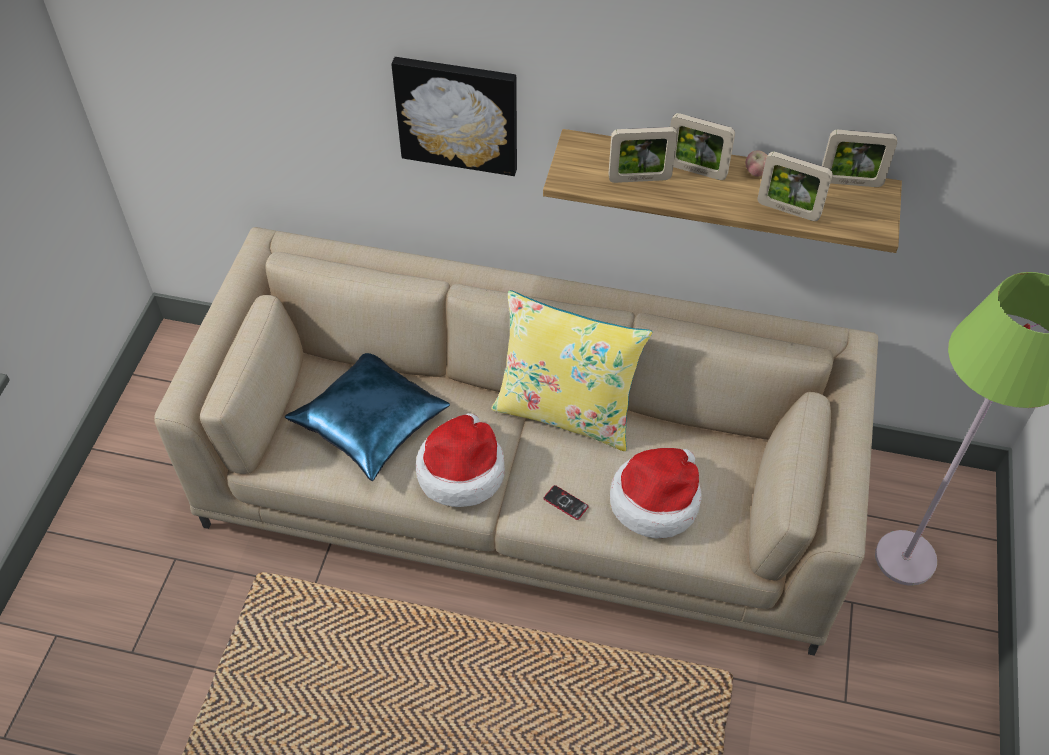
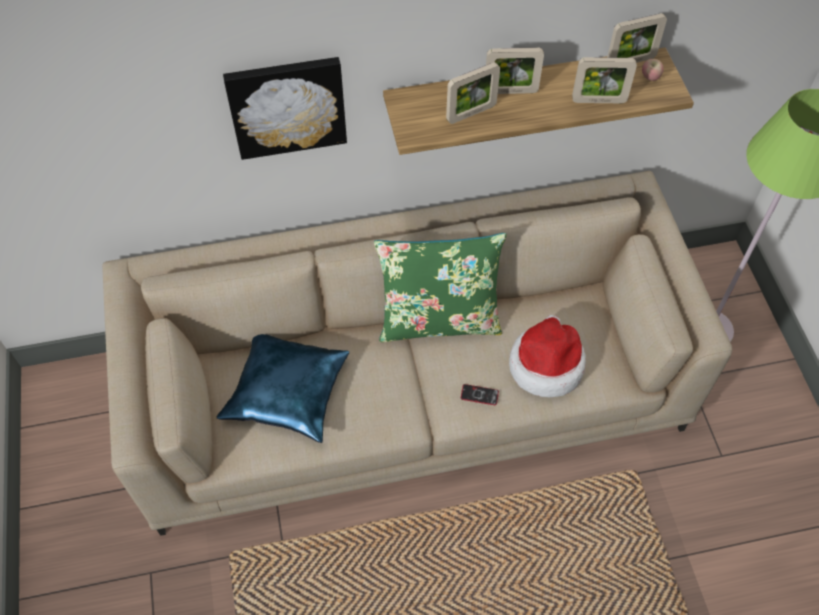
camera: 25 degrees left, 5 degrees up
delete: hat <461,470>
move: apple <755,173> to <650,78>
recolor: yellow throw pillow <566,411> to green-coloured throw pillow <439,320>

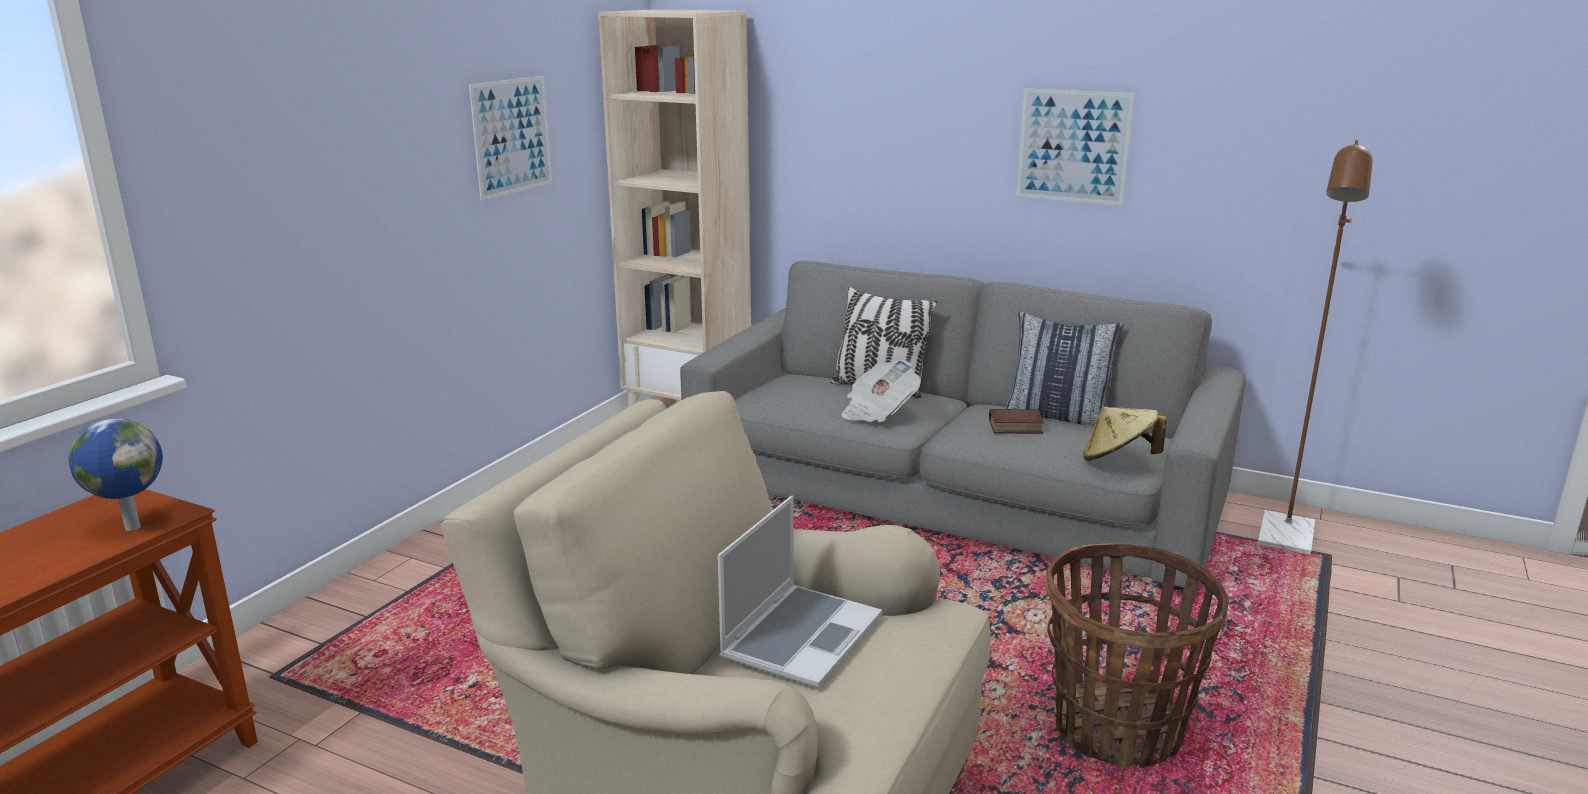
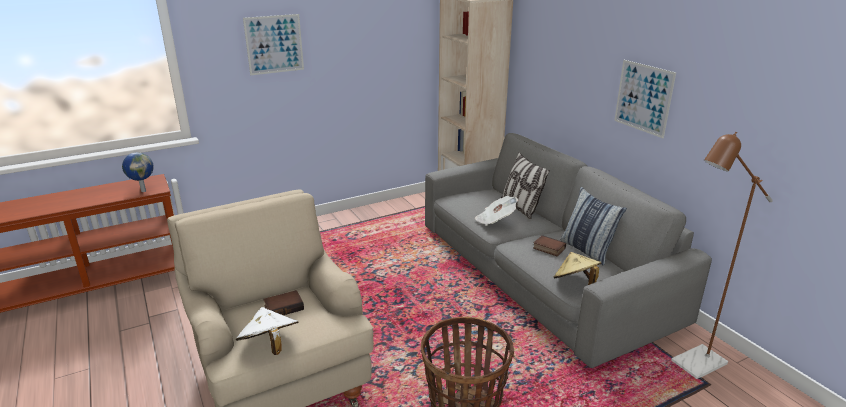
camera: 35 degrees right, 5 degrees up
insert: white hat <269,346>
move: wall picture <512,136> to <274,44>
replace: laptop <801,636> to bound book <284,307>

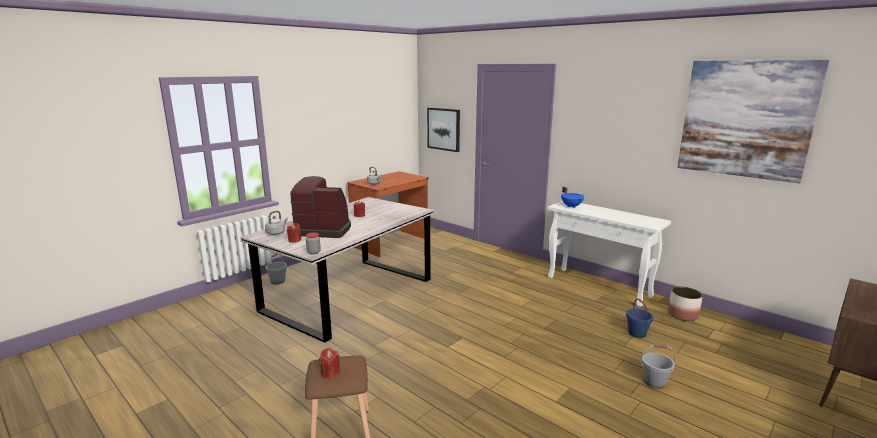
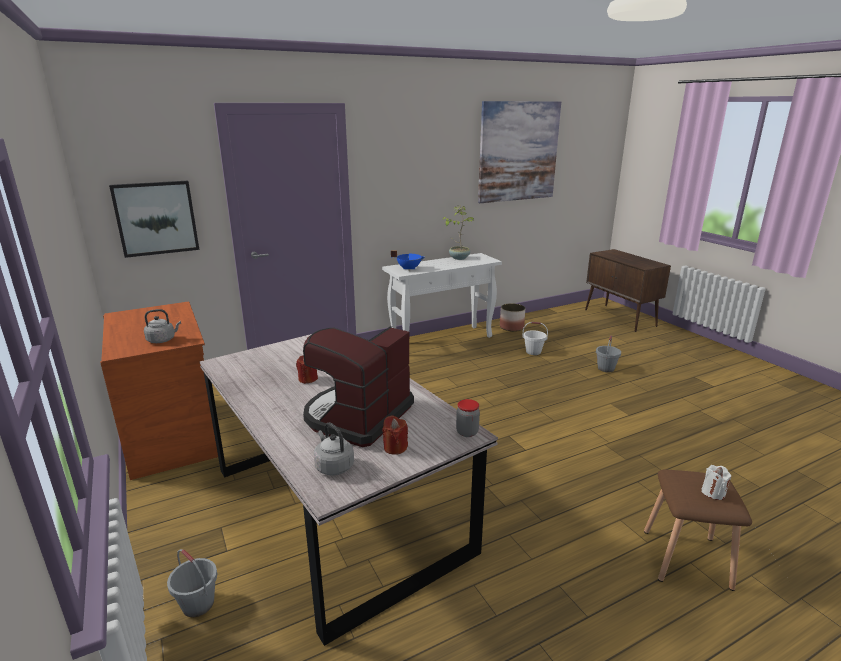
camera: 70 degrees left, 5 degrees up
insert: plant in a pot <459,258>
recolor: bluish pail <637,333> to white pail <533,352>; red candle <330,373> to white candle <713,493>

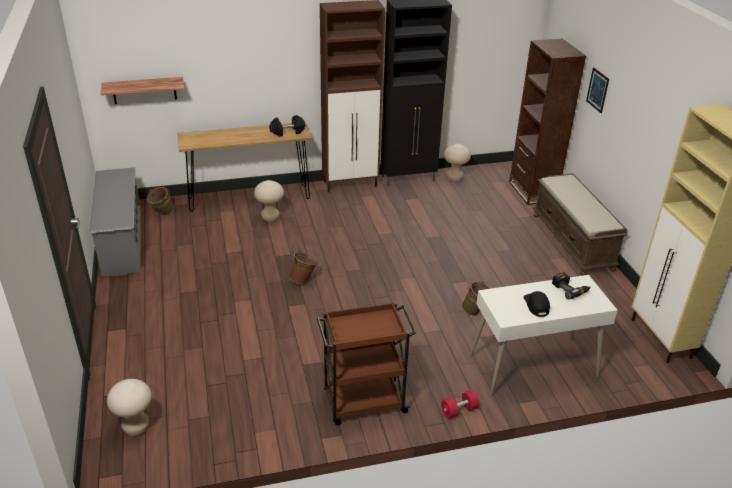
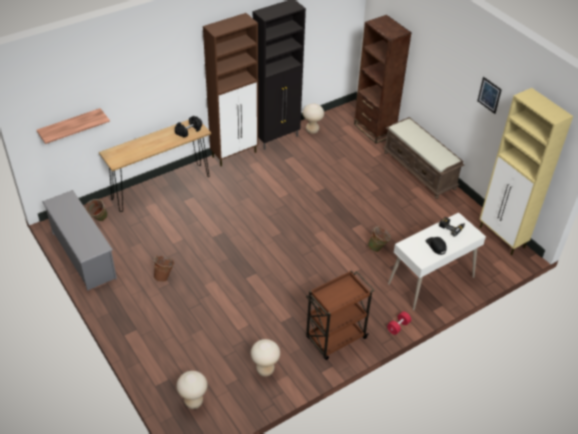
camera: 20 degrees left, 10 degrees up
move: wall picture <597,90> to <489,95>; sand-coloured stool <270,218> to <265,370>; brownish pail <304,280> to <164,276>

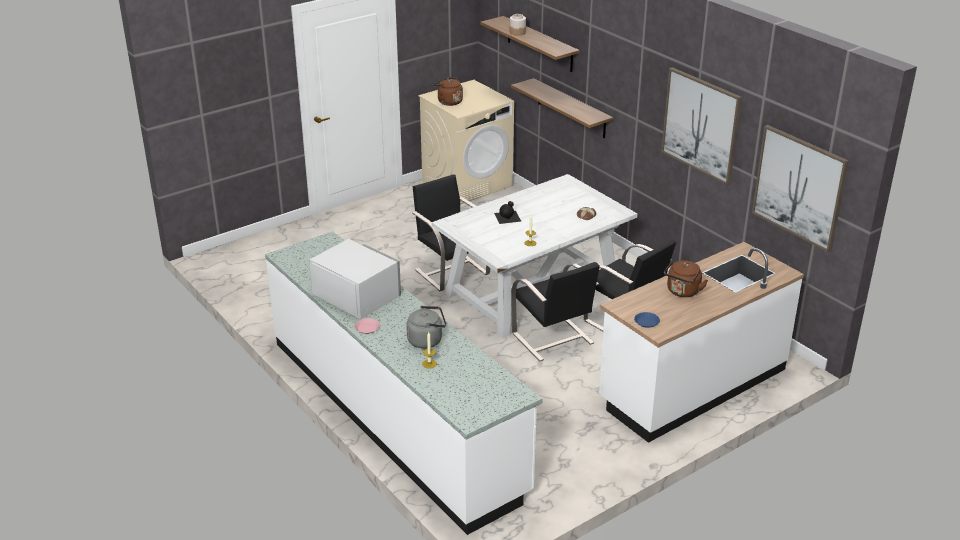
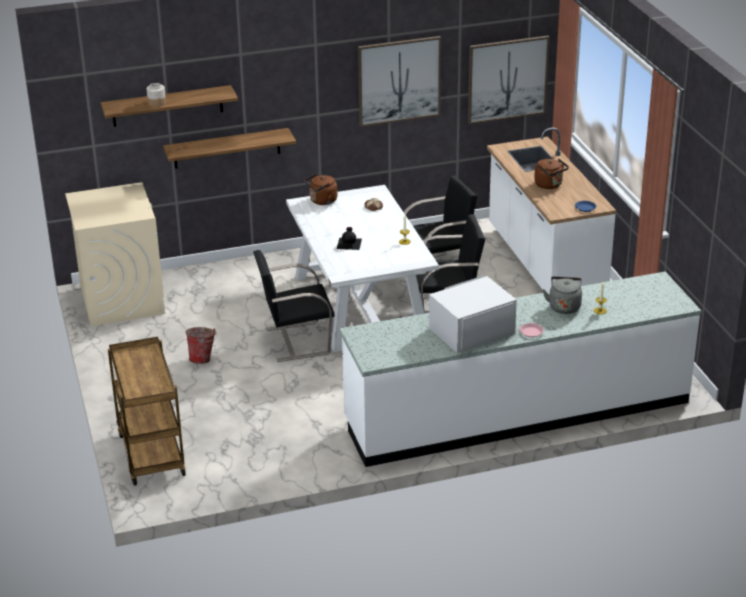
camera: 70 degrees left, 0 degrees up
insert: pail <203,359>; brownish trolley <150,453>
move: brownish water kettle <448,102> to <322,201>

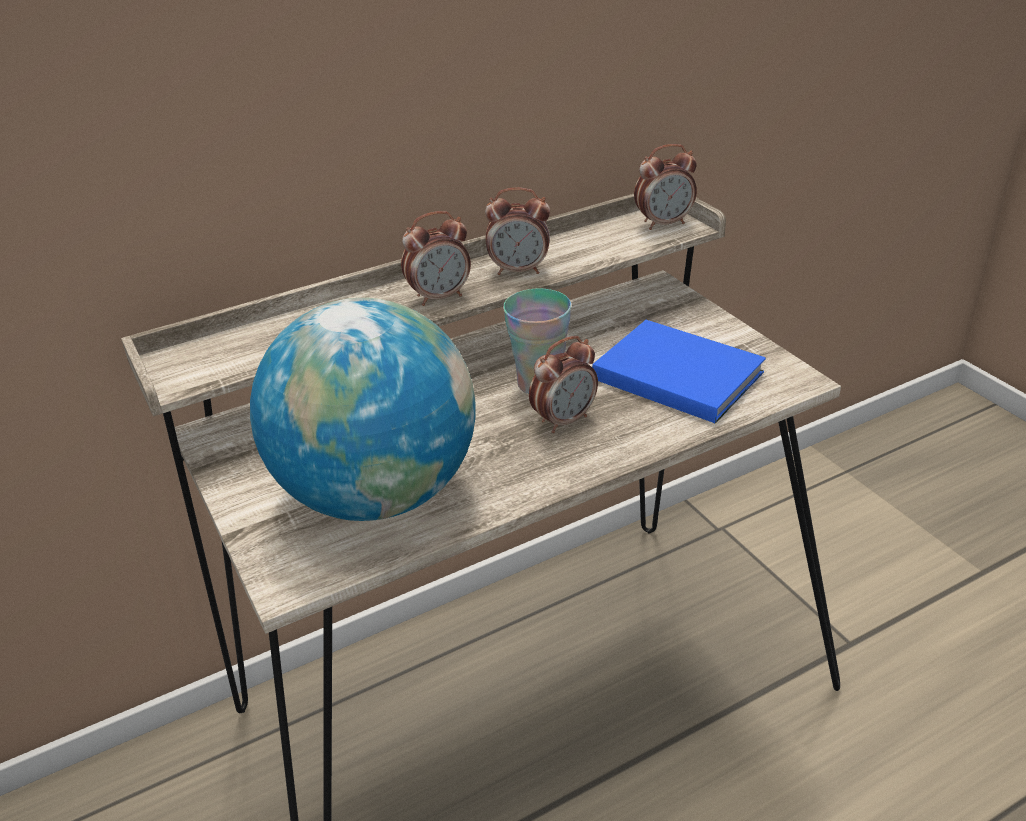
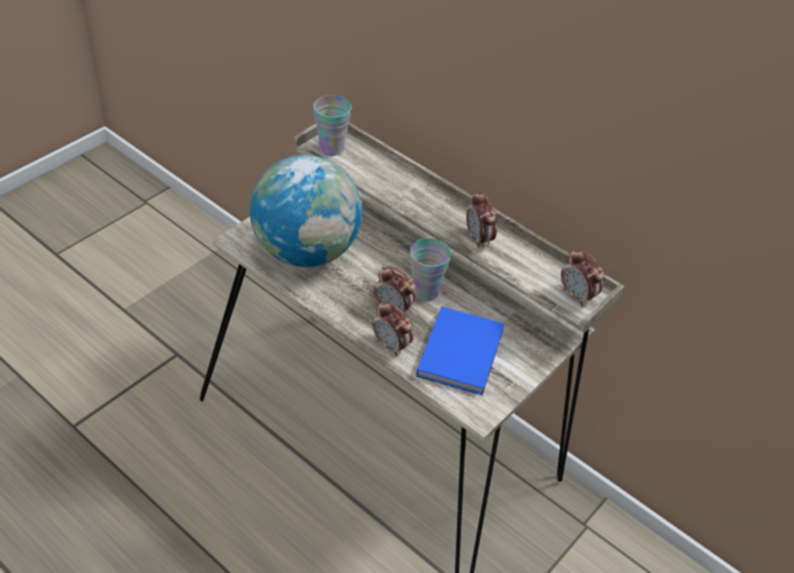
camera: 65 degrees right, 10 degrees up
insert: cup <331,148>
move: alarm clock <439,297> to <391,346>

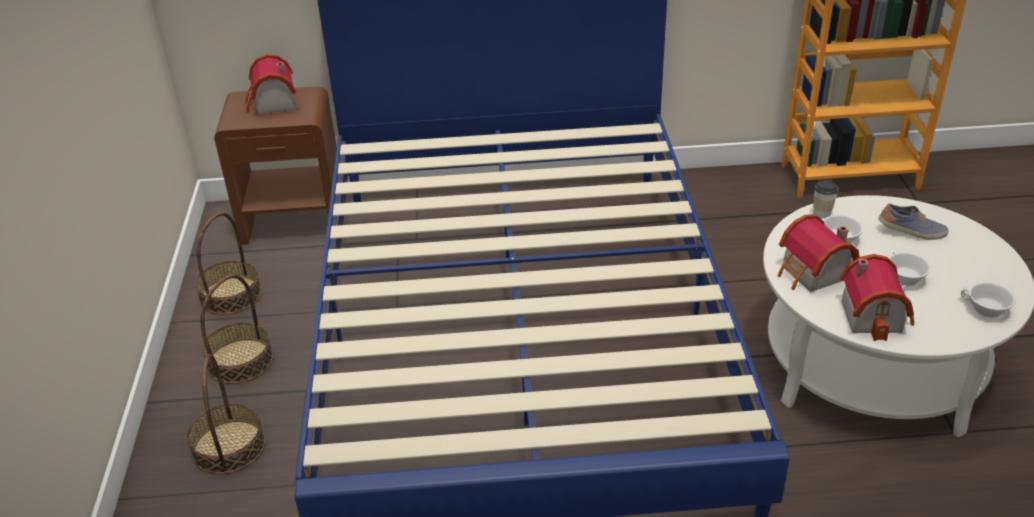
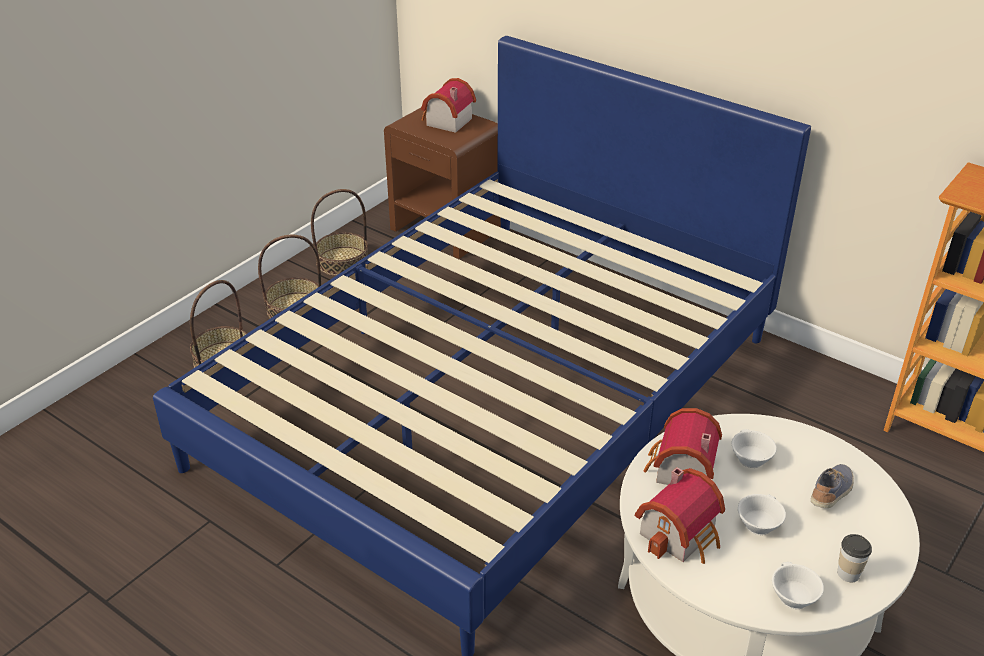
camera: 40 degrees right, 0 degrees up
move: cup <821,214> to <848,573>
rotate: item of footwear <911,232> = <831,493> 105 degrees counterclockwise

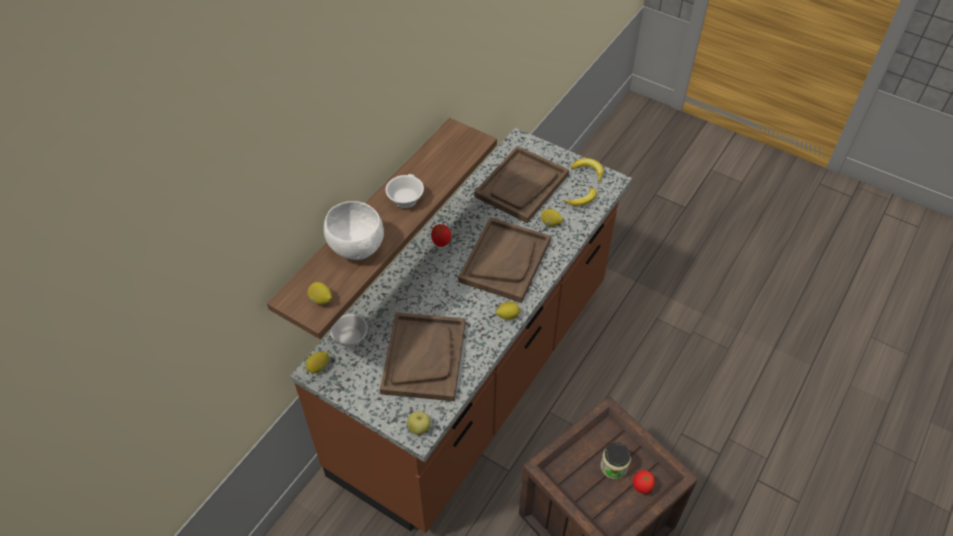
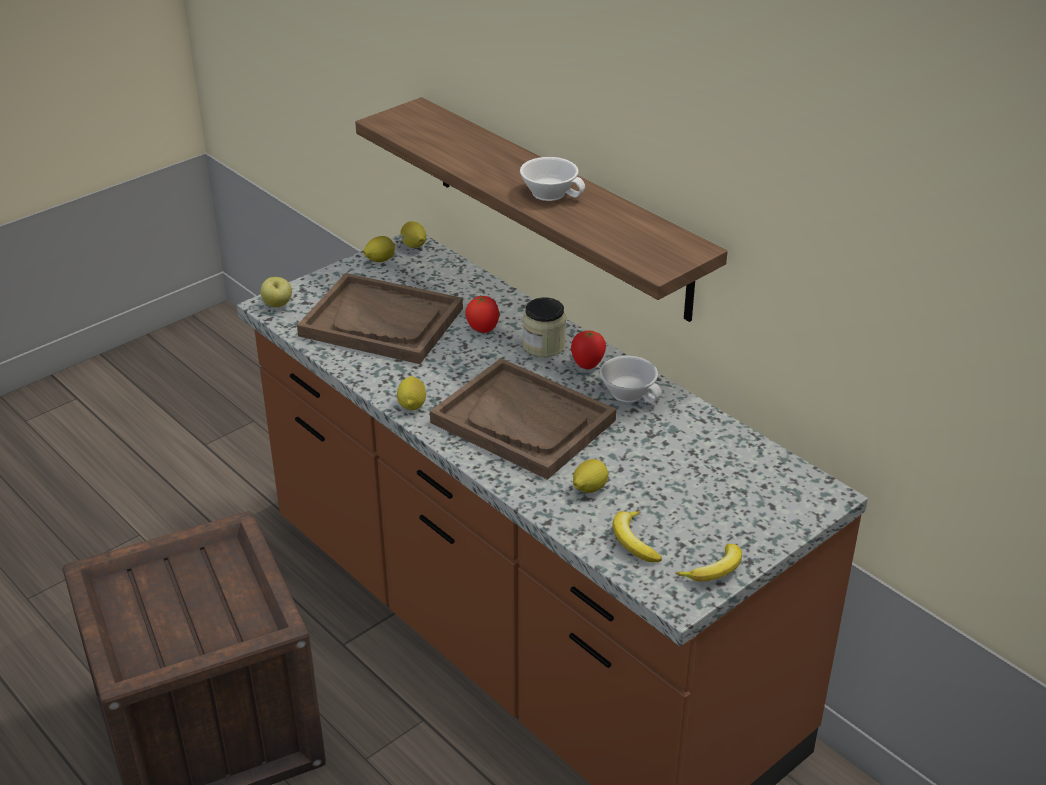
camera: 105 degrees right, 15 degrees down
delete: brownish tray <521,186>; white bowl <356,248>
move: lemon <321,300> to <380,260>; white cup <350,336> to <630,392>; preserve jar <614,467> to <544,345>; tomato <641,487> to <483,330>

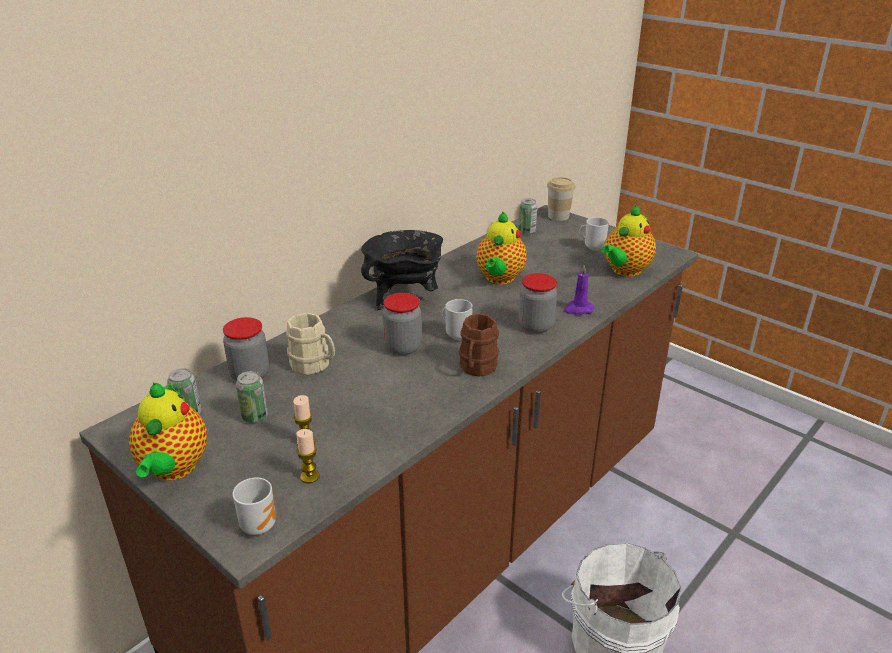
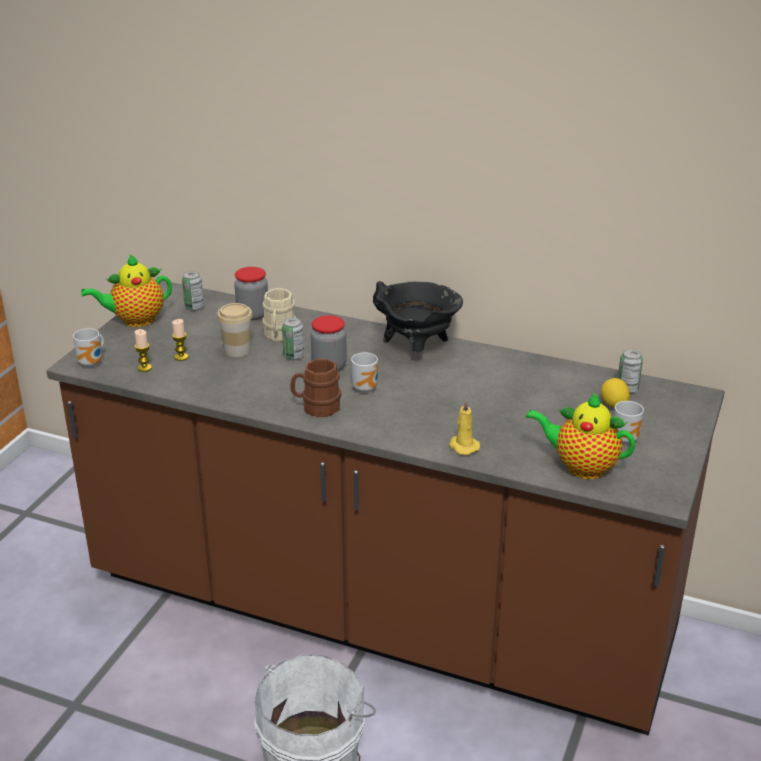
camera: 70 degrees right, 0 degrees up
delete: tea pot <499,279>; preserve jar <536,326>
insert: lemon <613,405>
move: cup <558,216> to <237,350>; can <255,417> to <293,356>
recolor: purplish candle <578,309> to yellow candle <463,446>

